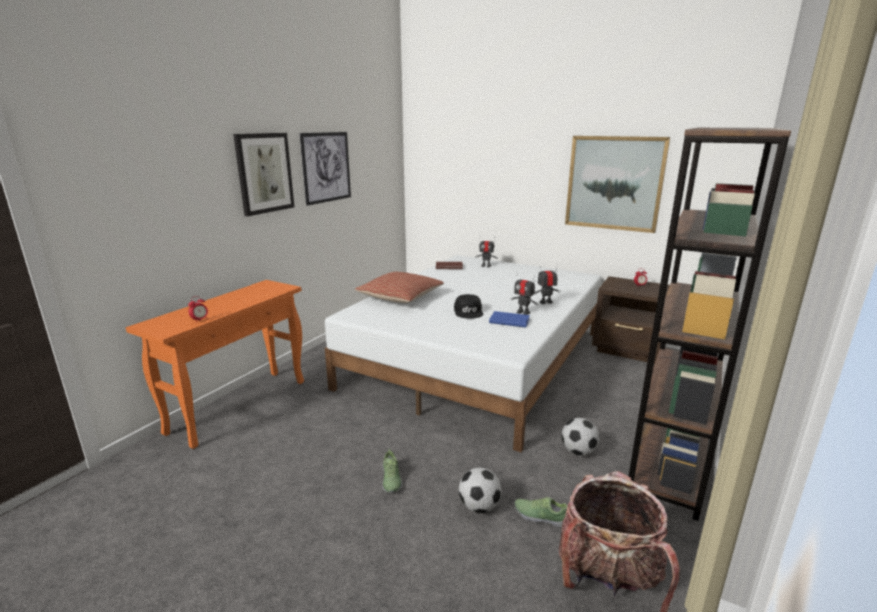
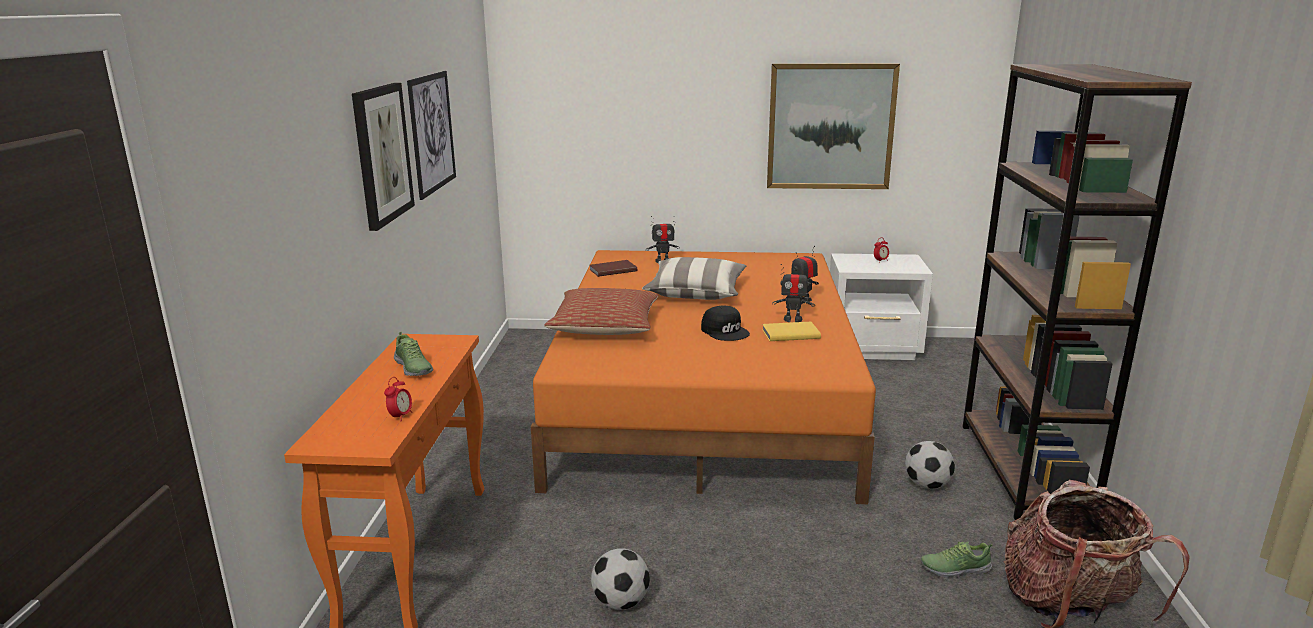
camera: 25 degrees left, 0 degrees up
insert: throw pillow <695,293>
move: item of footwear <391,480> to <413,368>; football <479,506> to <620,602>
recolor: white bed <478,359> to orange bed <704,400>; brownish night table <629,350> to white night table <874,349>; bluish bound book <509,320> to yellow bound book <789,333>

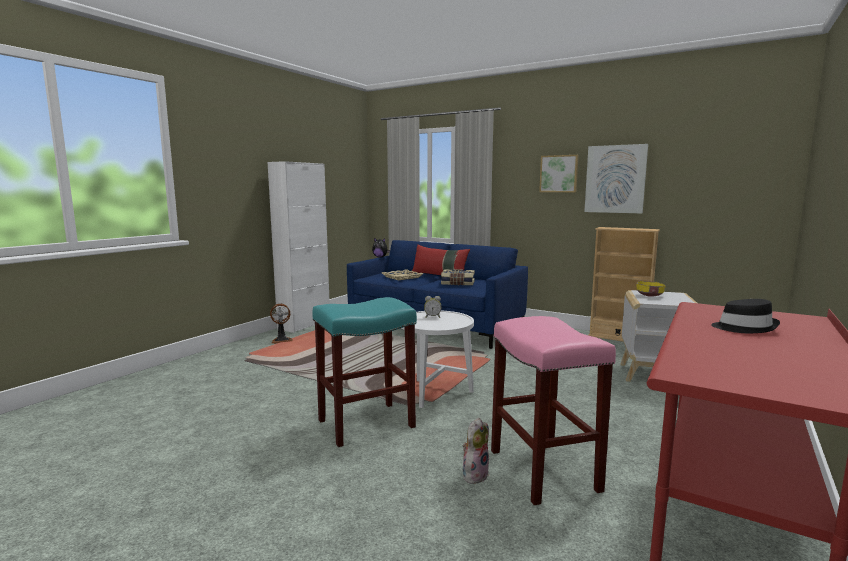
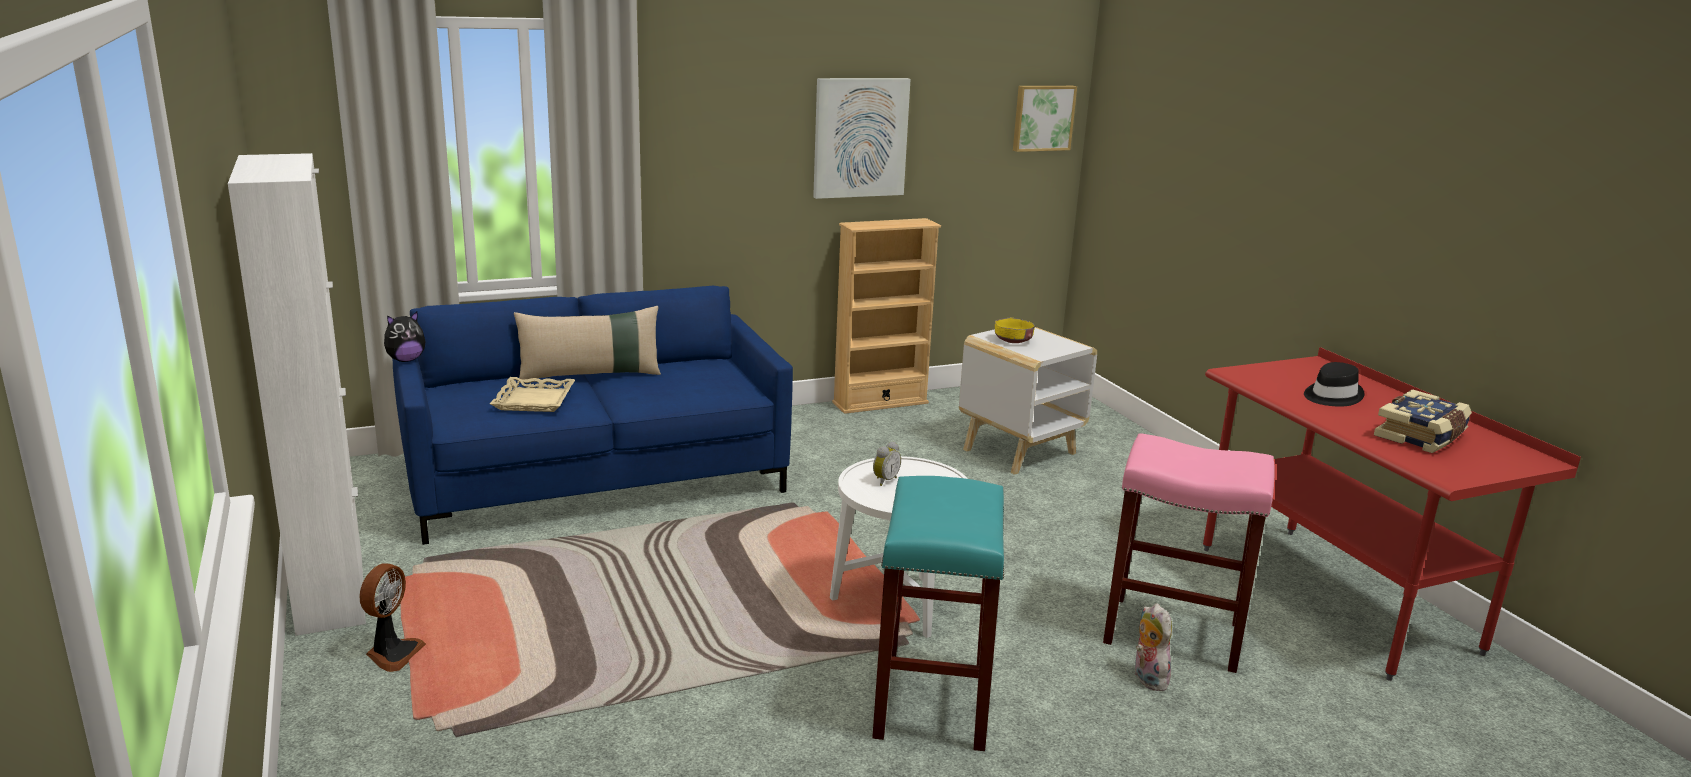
camera: 55 degrees left, 10 degrees up
move: wall picture <559,174> to <1042,118>; bound book <457,283> to <1421,436>
recolor: red throw pillow <439,276> to sand-coloured throw pillow <590,375>

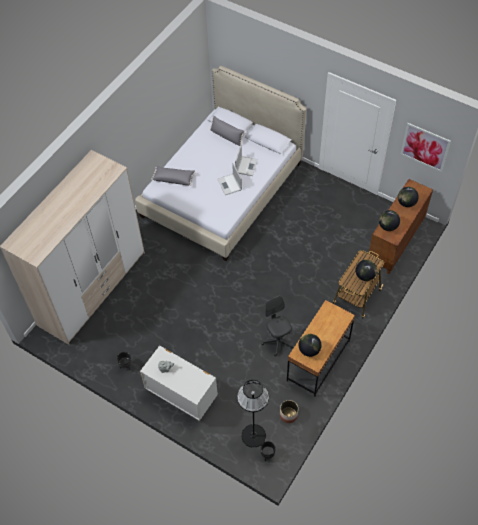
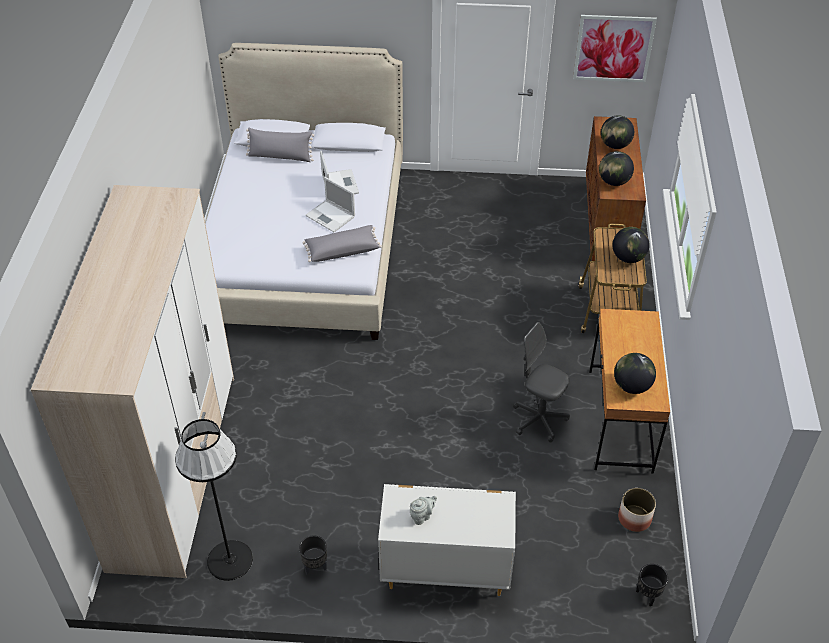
camera: 30 degrees left, 10 degrees down
move: grey throw pillow <174,178> to <342,250>; black-coloured standing lamp <253,435> to <229,560>

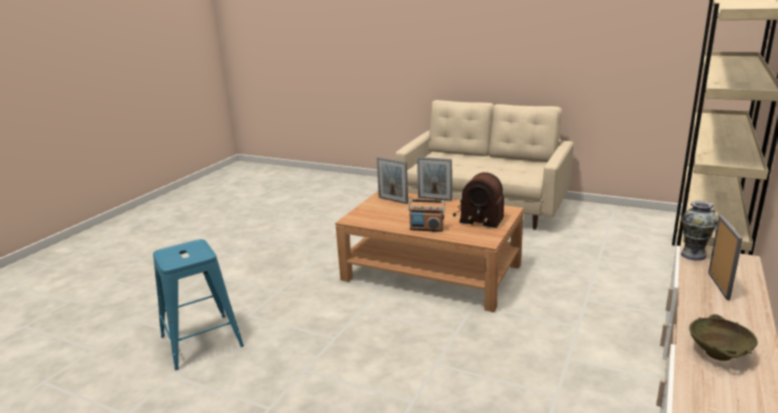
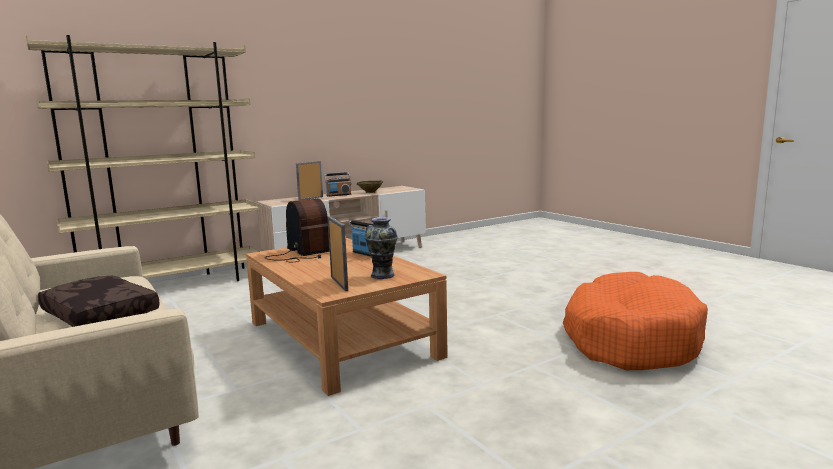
camera: 150 degrees left, 10 degrees down
delete: photo frame <435,199>
insert: radio set <338,195>; brownish throw pillow <98,315>
move: flower vase <693,255> to <382,275>
replace: bluish stool <202,341> to orange pet bed <630,339>

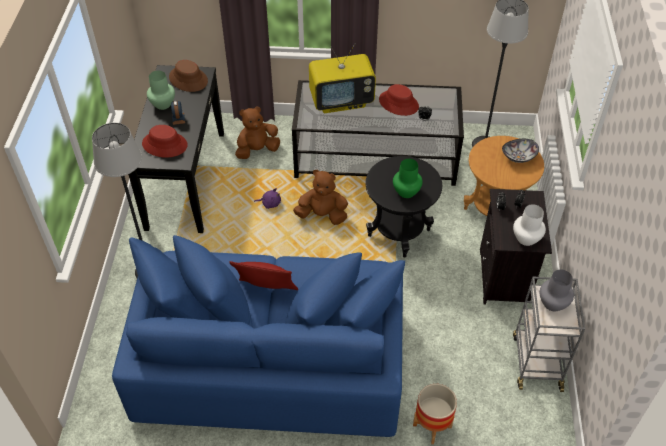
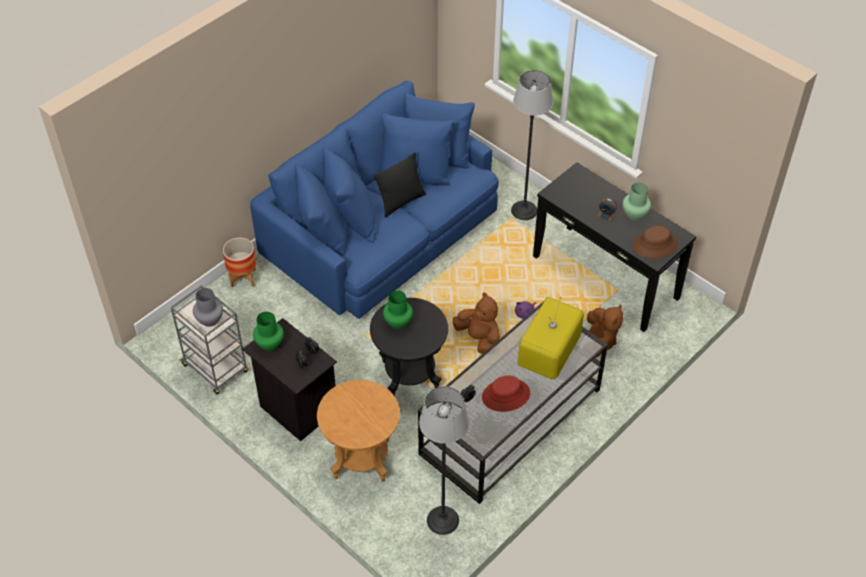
camera: 130 degrees right, 0 degrees up
delete: red hat <165,144>; bowl <518,157>
recolor: white flower vase <526,238> to green-coloured flower vase <270,344>; red throw pillow <266,291> to black-coloured throw pillow <401,202>
rotate: brownish soft toy <322,215> = <479,338> 90 degrees counterclockwise

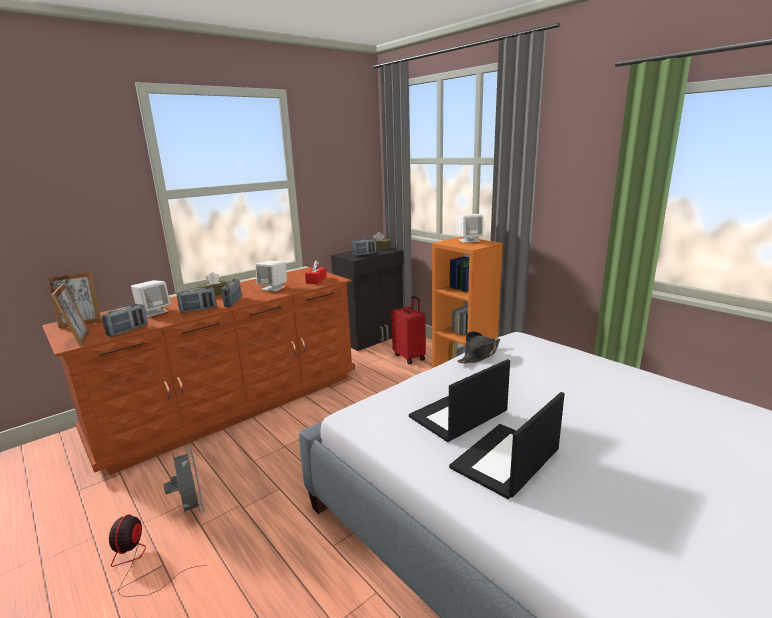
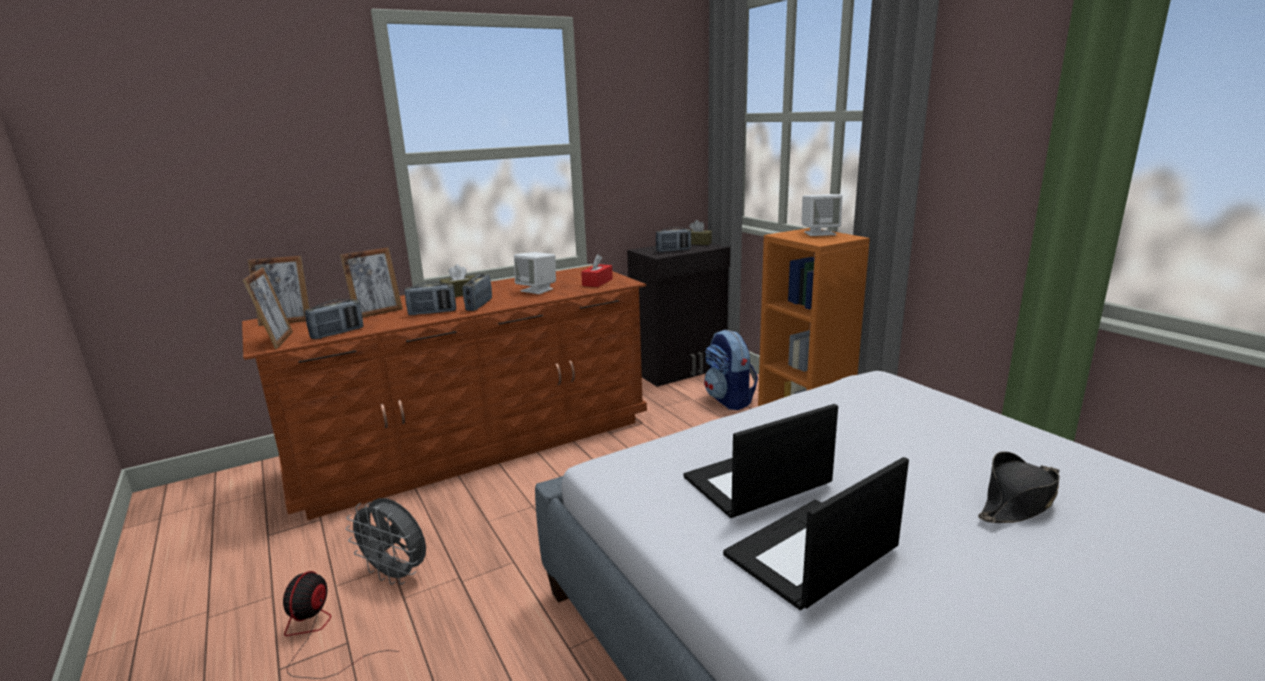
camera: 10 degrees right, 0 degrees up
move: black-coloured hat <479,355> to <1018,502>
replace: white loudspeaker <154,312> to photo frame <377,312>; red suitcase <410,357> to backpack <729,400>
rotate: grey electric fan <191,509> = <396,575> 135 degrees clockwise

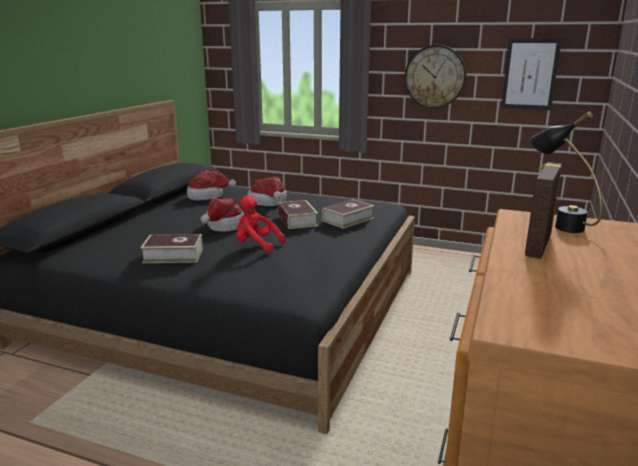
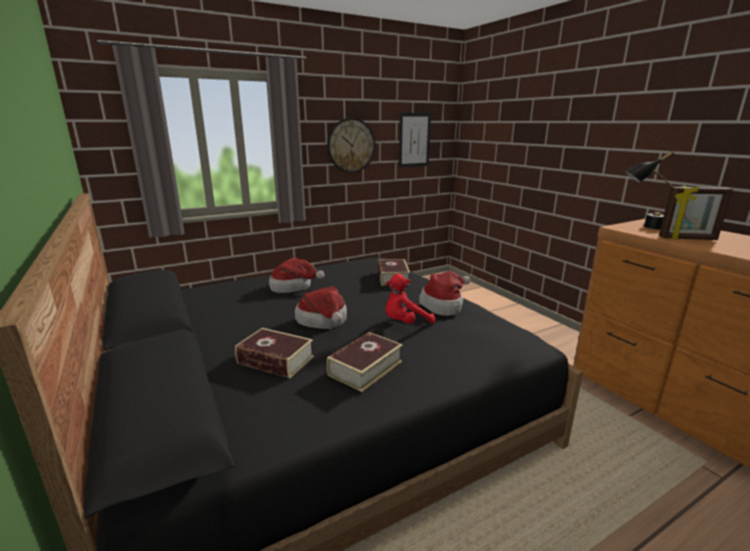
camera: 50 degrees left, 0 degrees up
move: hat <208,196> to <444,304>; bound book <297,220> to <275,360>
rotate: photo frame <537,245> = <687,239> 60 degrees counterclockwise

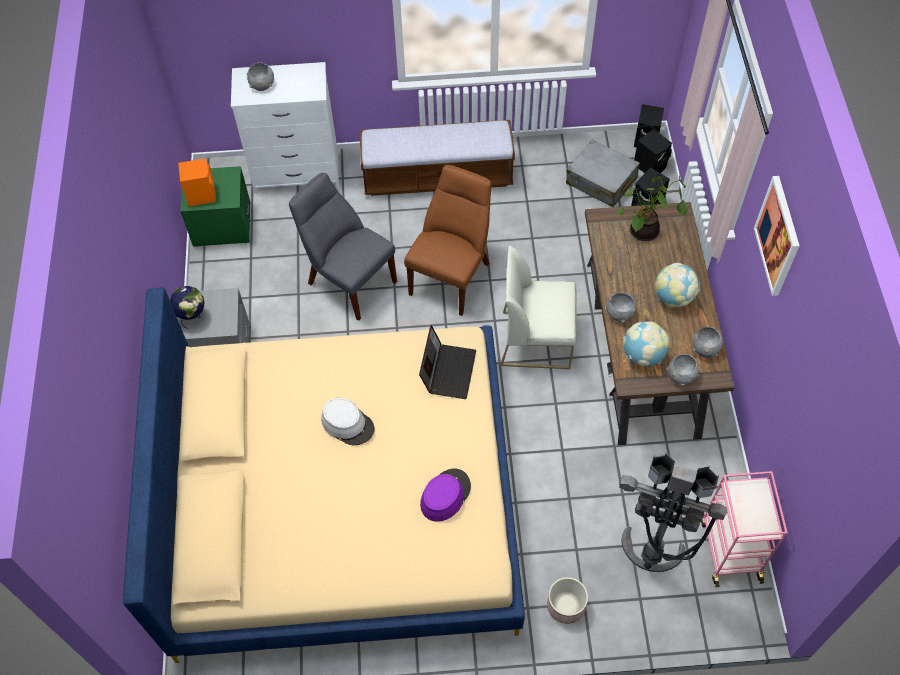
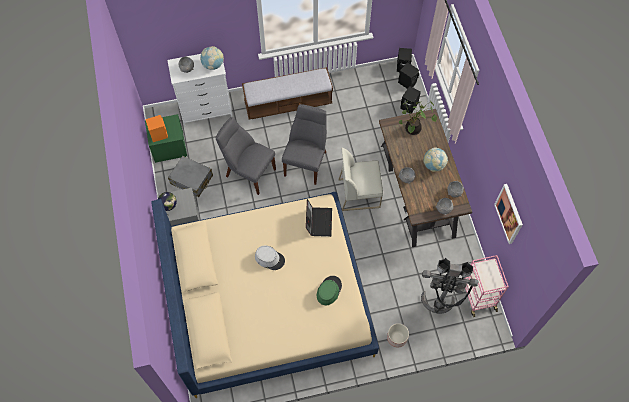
camera: 10 degrees left, 5 degrees up
move: grey suitcase <601,181> to <191,180>; wall picture <778,236> to <509,214>; globe <643,355> to <213,65>
recolor: brownish upright chair <452,276> to grey upright chair <306,162>; purplish hat <445,495> to green-coloured hat <329,290>

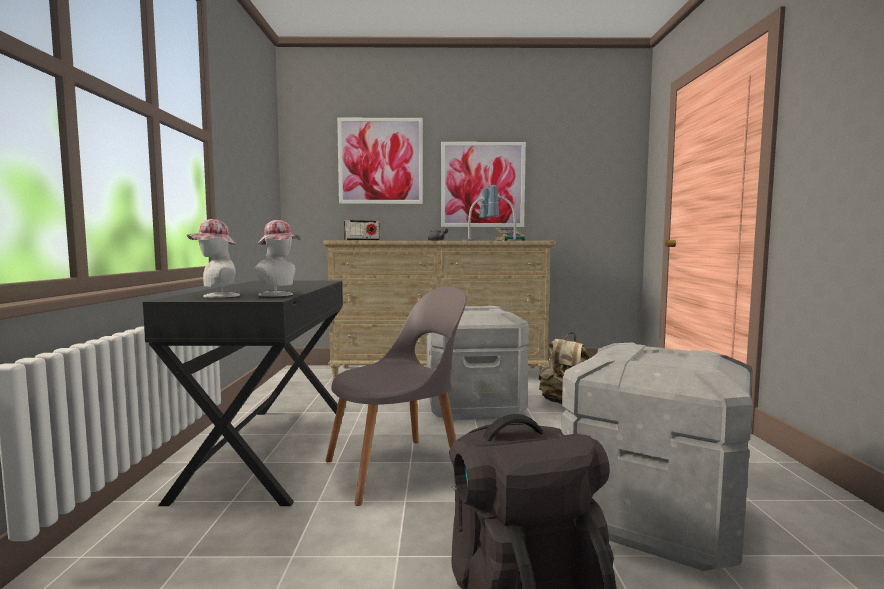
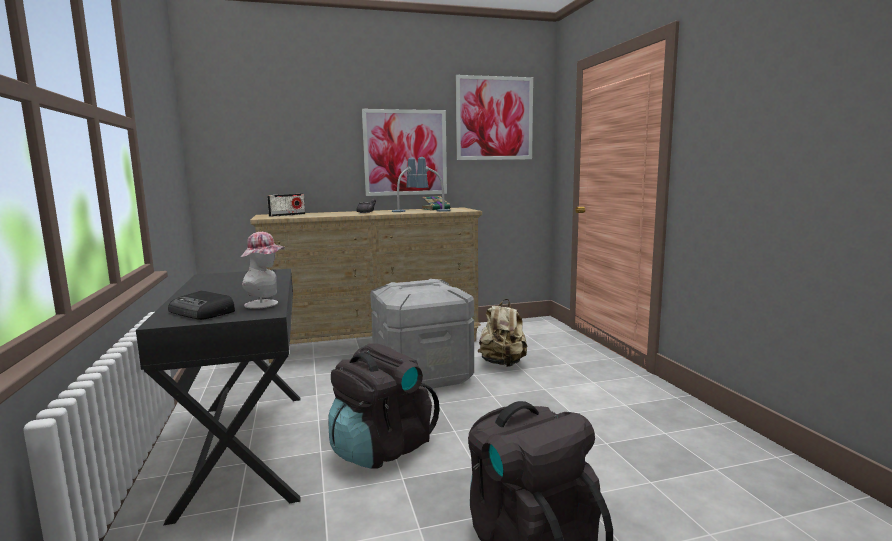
camera: 15 degrees left, 5 degrees up
delete: grey storage box <651,516>
move: wall picture <380,161> to <494,118>
replace: hat <216,296> to radio set <202,312>; grey upright chair <398,468> to black-coloured backpack <381,448>

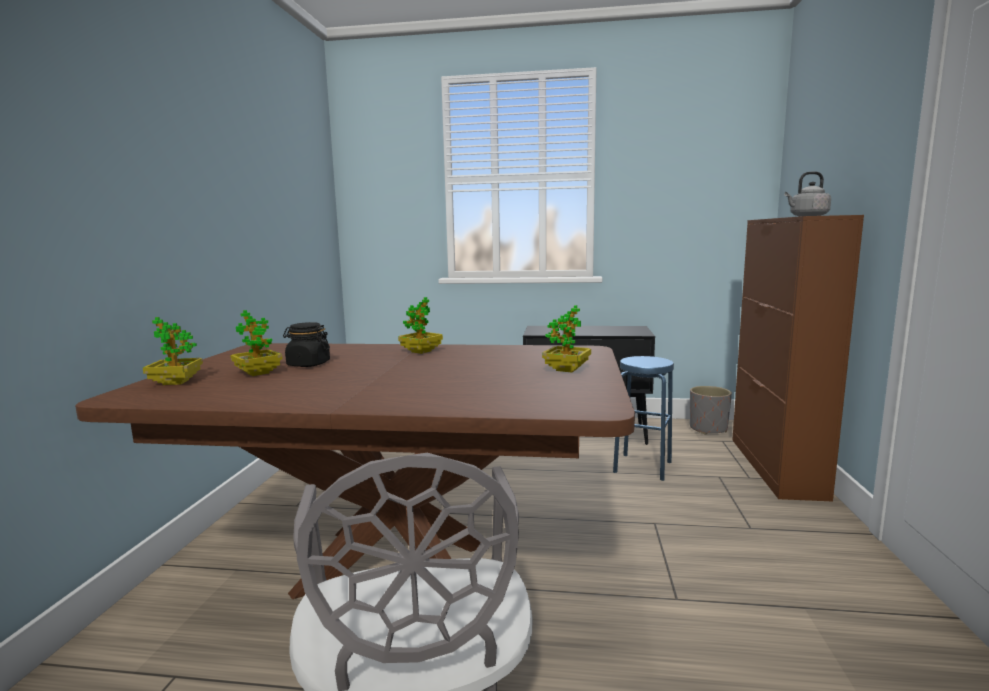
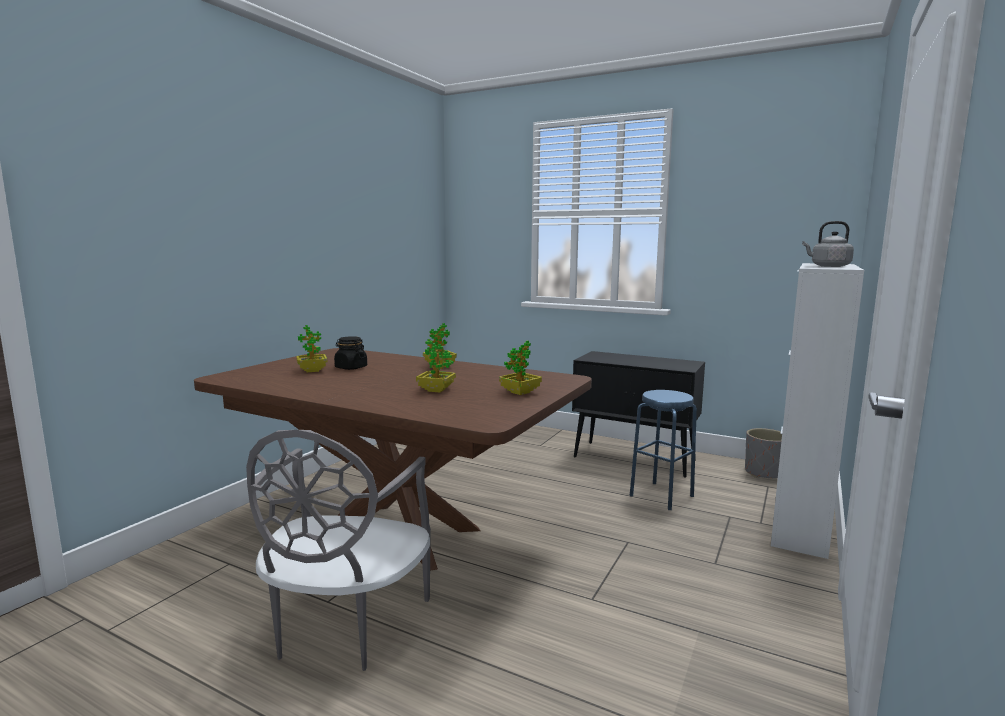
camera: 20 degrees right, 0 degrees up
move: plant in a pot <176,382> to <436,390>
recolor: brownish storage cabinet <776,467> to white storage cabinet <800,519>

